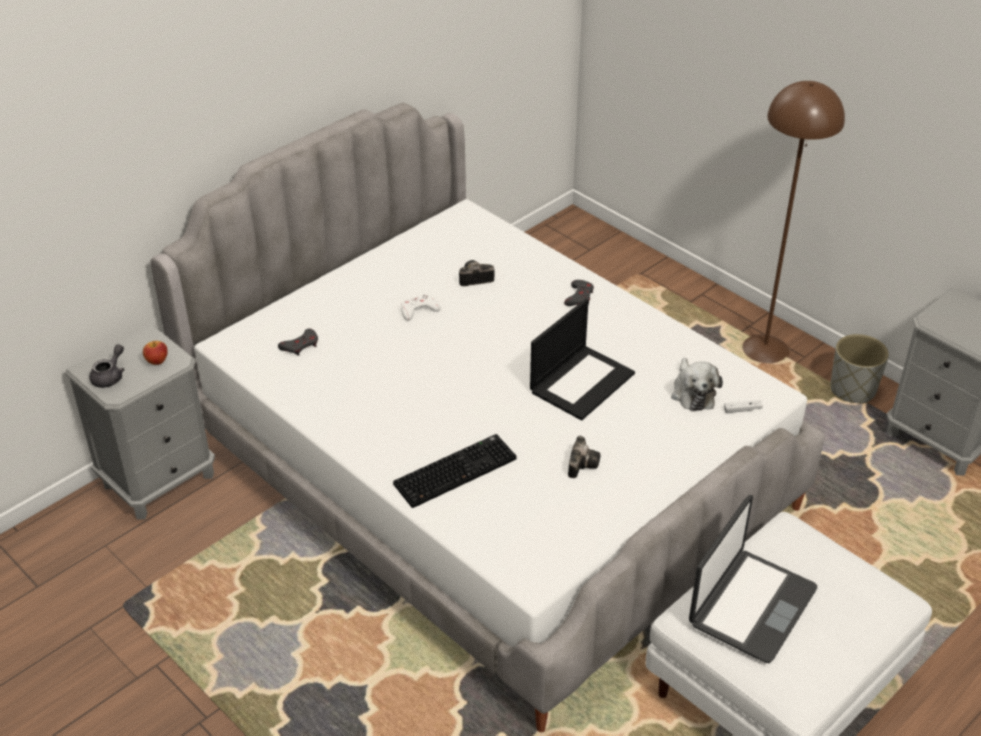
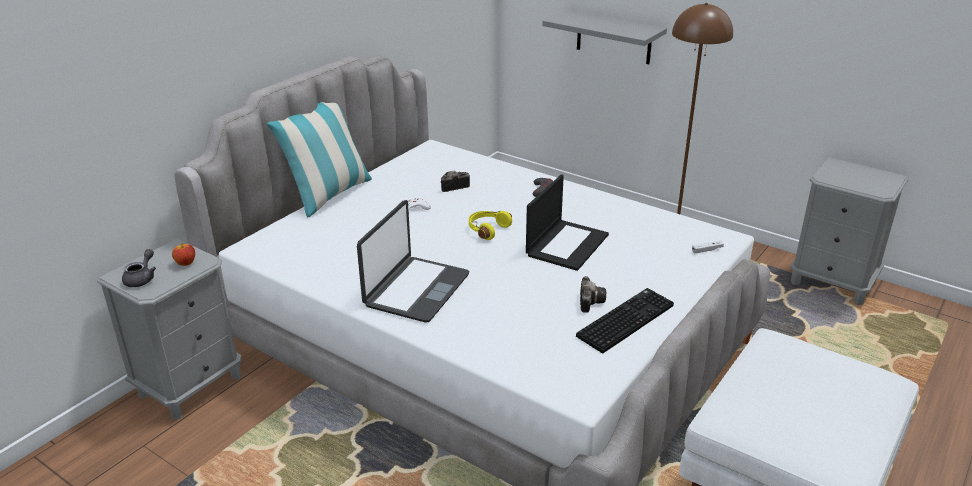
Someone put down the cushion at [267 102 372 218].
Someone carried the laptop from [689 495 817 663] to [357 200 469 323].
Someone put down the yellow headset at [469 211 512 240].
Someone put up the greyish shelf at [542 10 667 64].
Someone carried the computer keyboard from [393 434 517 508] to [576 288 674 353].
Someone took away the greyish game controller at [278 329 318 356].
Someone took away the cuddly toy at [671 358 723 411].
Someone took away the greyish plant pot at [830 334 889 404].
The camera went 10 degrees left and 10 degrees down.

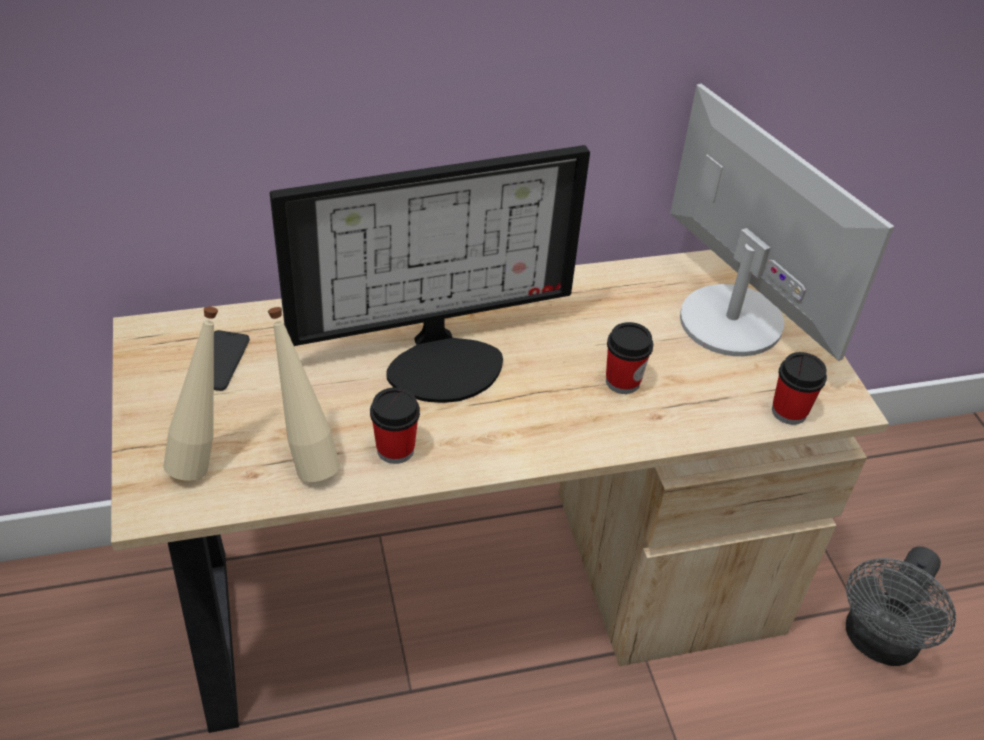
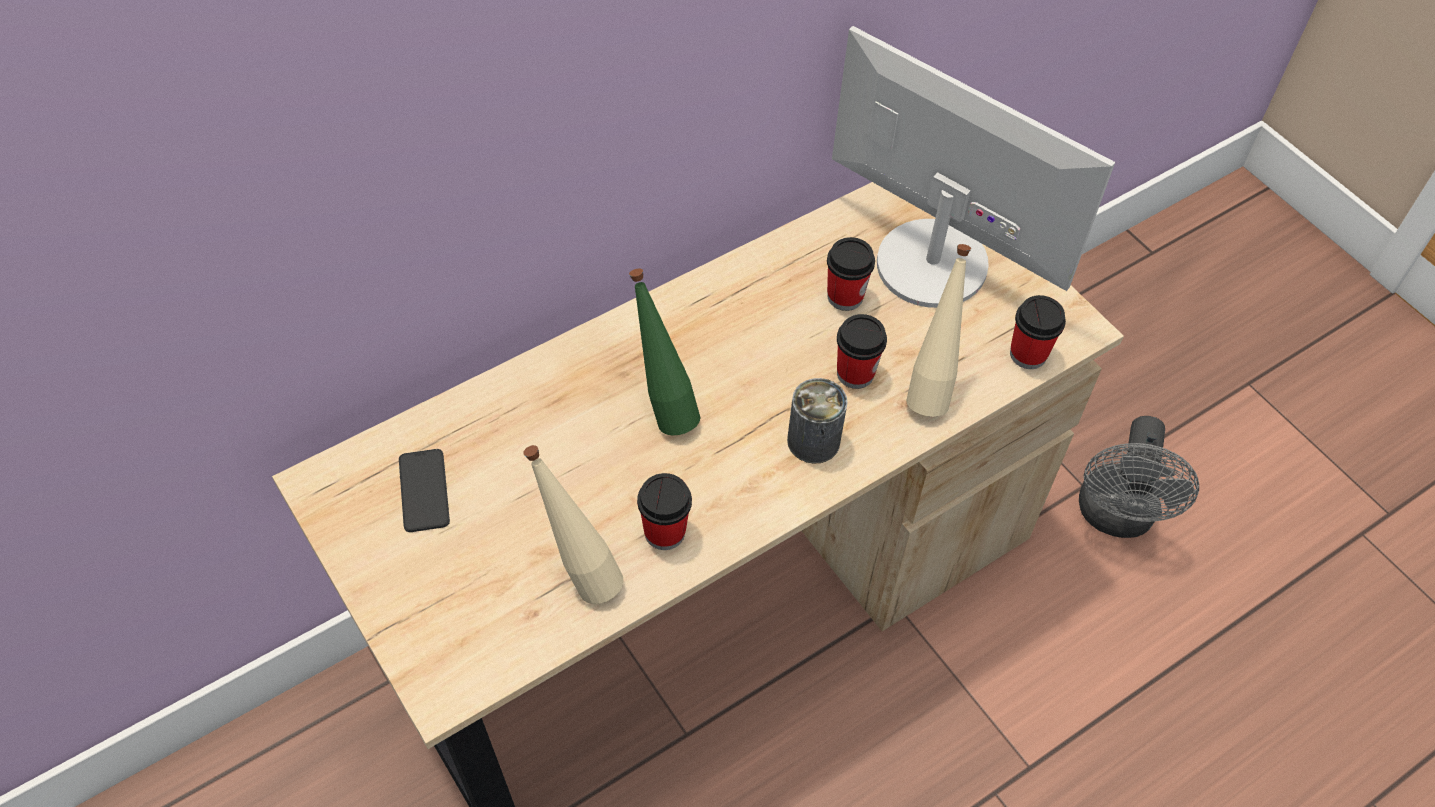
Someone swapped the computer display at [270 145 590 403] for the green beverage bottle at [629 268 701 435].
Someone put down the sealed can at [787 378 848 464].
Someone put down the drinking cup at [827 237 875 311].
Someone carried the beige-coloured beverage bottle from [163 306 218 481] to [906 244 971 417].
The camera went 20 degrees left and 10 degrees up.

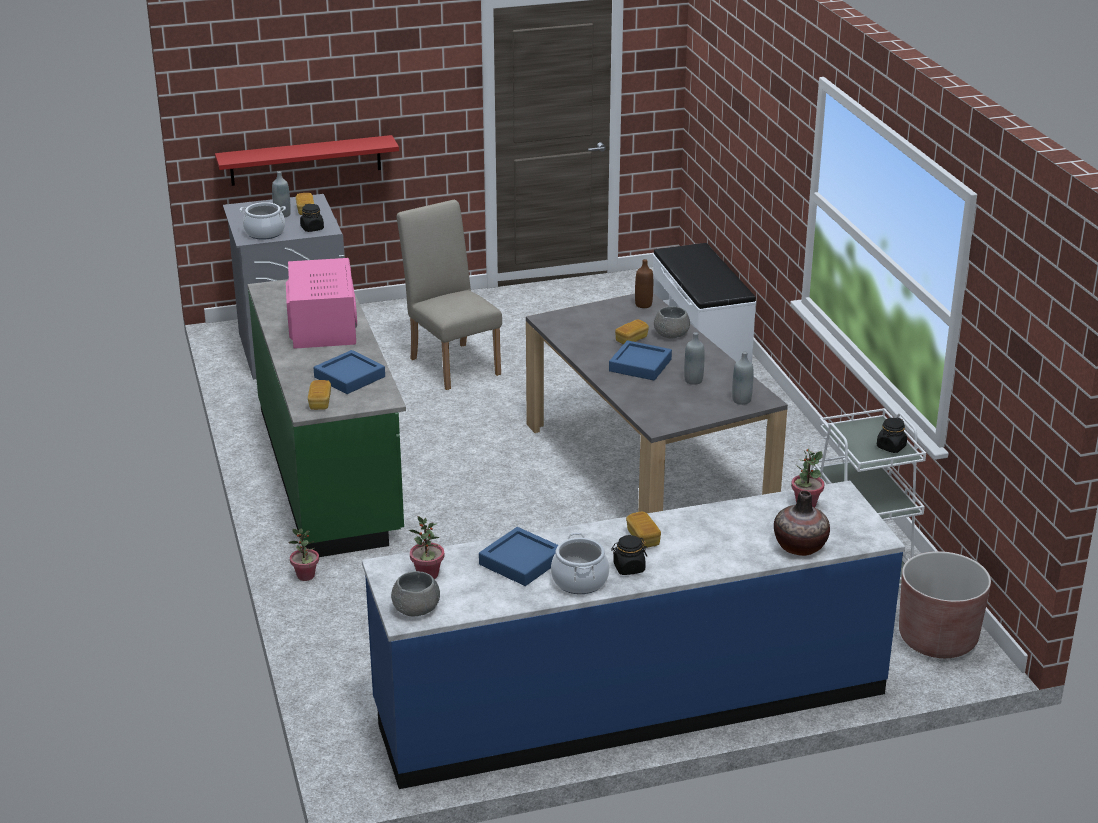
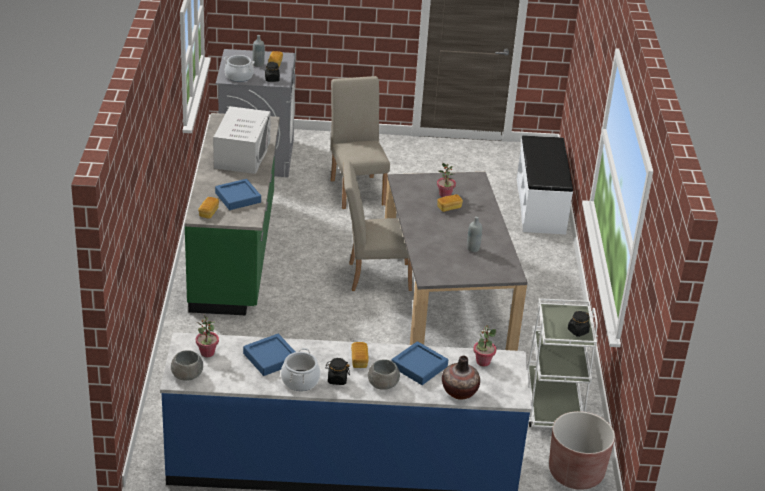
Someone repainted the pink kitchen microwave at [286 258 357 349], which became the white-coloured kitchen microwave at [213 106 271 174].
Someone put down the beige-coloured plain chair at [342 161 412 291].
Someone carried the greyish deep dish from [654 306 690 339] to [368 360 400 390].
Someone carried the blue serving tray from [609 340 672 380] to [391 341 448 385].
Someone carried the plant in a pot from [289 529 319 581] to [437 163 456 197].
Someone took away the red-coloured shelf at [215 135 399 186].
Someone took away the brownish beverage bottle at [635 259 653 308].
Someone took away the greyish beverage bottle at [732 351 754 405].
The camera went 15 degrees right and 5 degrees up.

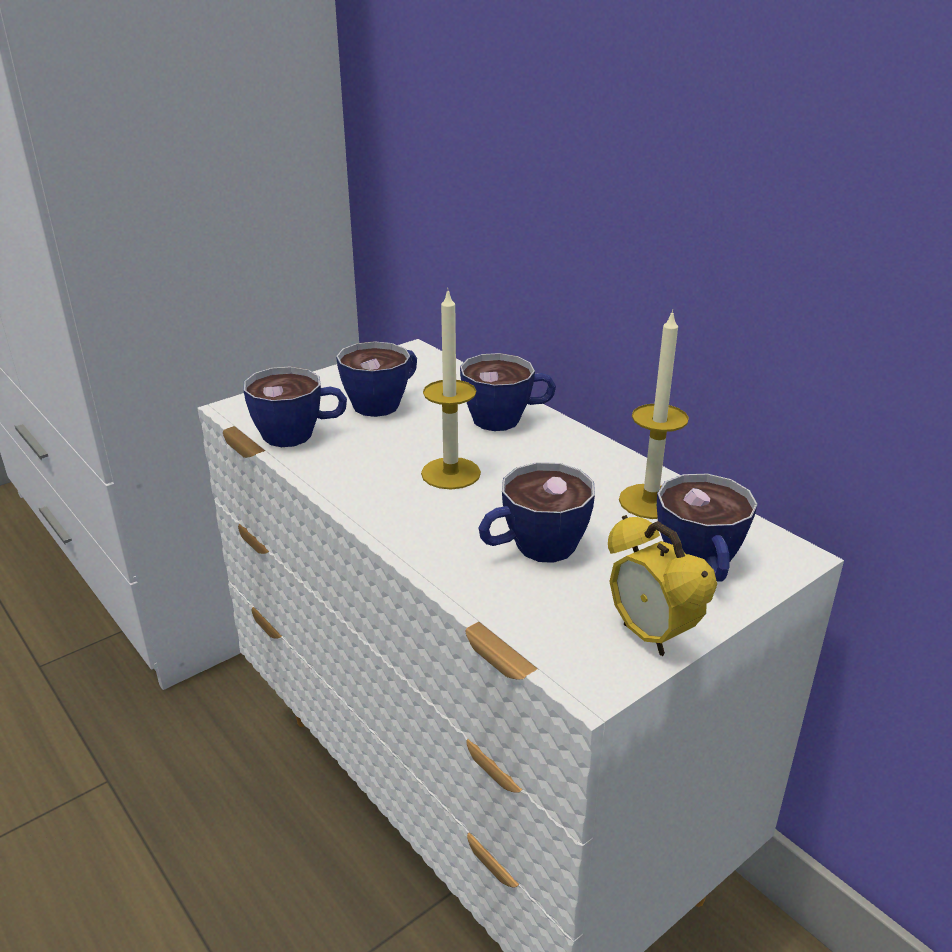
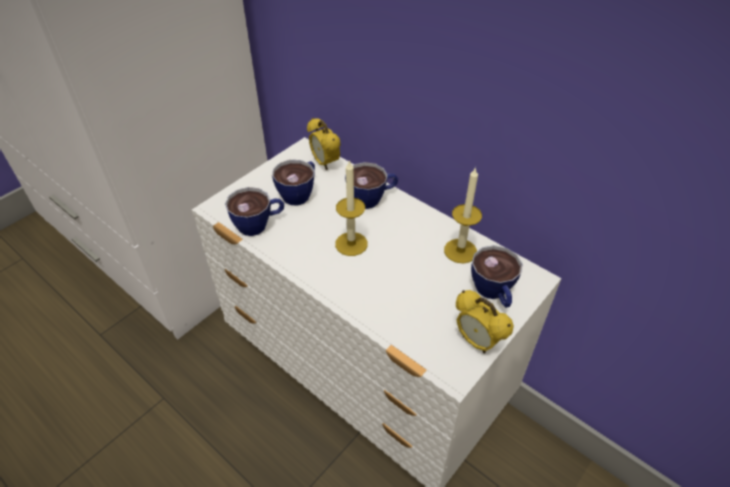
Someone put down the alarm clock at [307 118 341 170].
Someone took away the drinking cup at [478 462 595 563].
The camera went 10 degrees left and 15 degrees up.

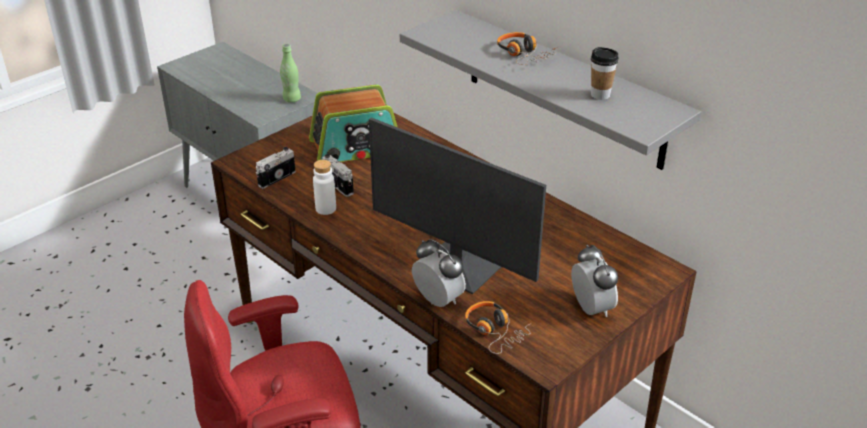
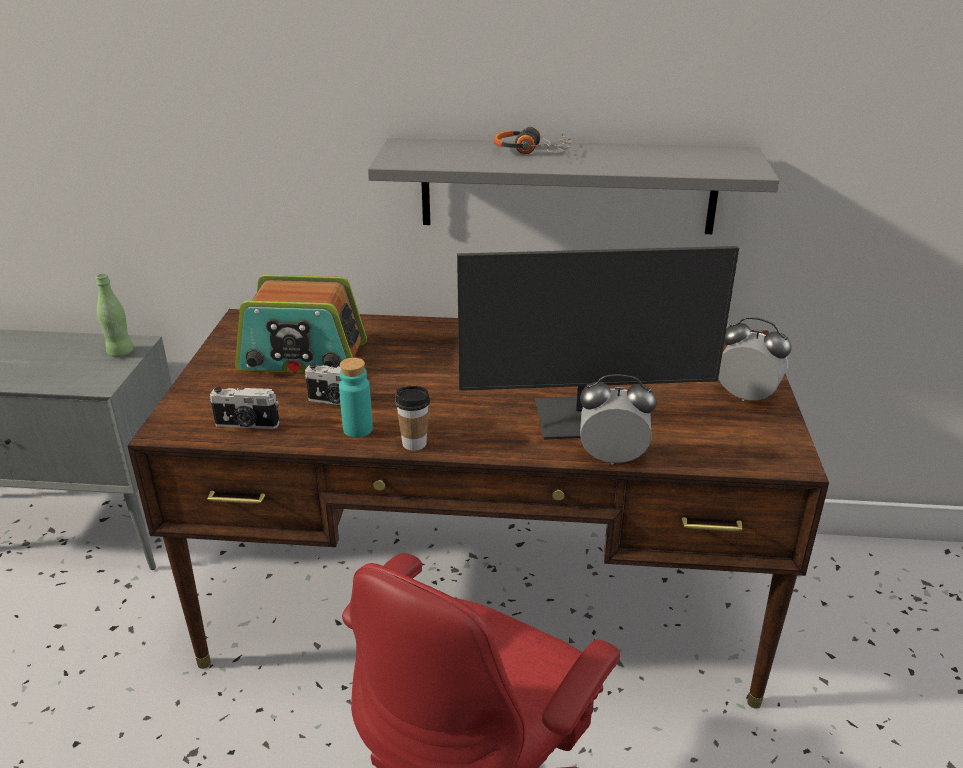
Someone rotated the photo camera at [256 147 296 189] by 90 degrees counterclockwise.
Someone rotated the radio receiver at [309 85 397 162] by 60 degrees clockwise.
Someone repainted the white-coloured beverage bottle at [313 160 336 215], which became the turquoise beverage bottle at [339 358 373 438].
Someone carried the drinking cup from [591 47 619 100] to [395 386 430 451].
Someone took away the headset at [465 301 532 354].
The camera went 40 degrees left and 5 degrees down.

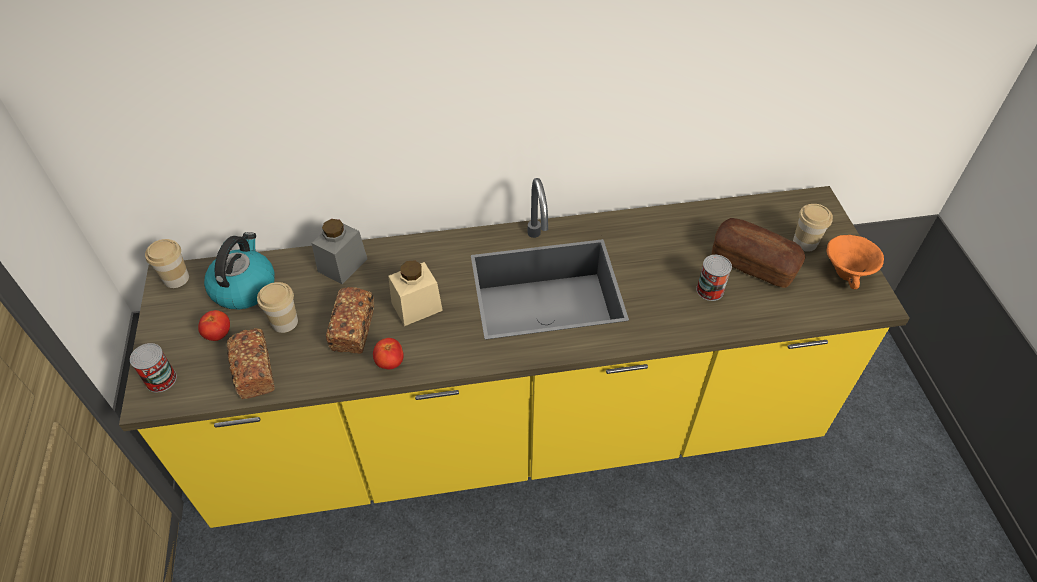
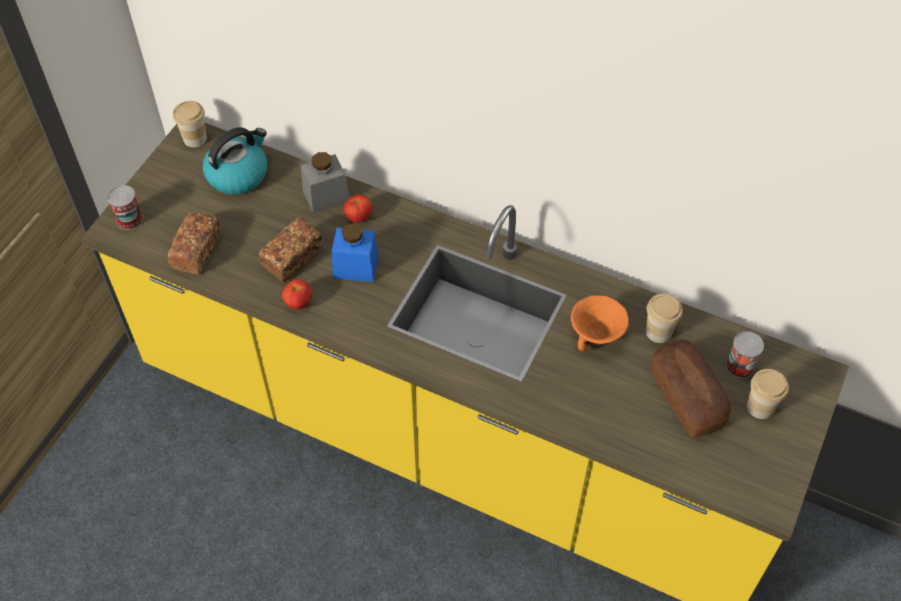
Someone repainted the beige-coloured preserve jar at [388 260 443 326], which became the blue preserve jar at [331 223 379 282].
Someone carried the tomato from [198 310 230 341] to [343 194 372 223].
Someone carried the orange-coloured deep dish from [826 235 884 289] to [571 295 629 351].
Someone carried the drinking cup from [257 282 298 333] to [646 294 683 343].
Someone carried the sealed can from [696 255 732 301] to [726 331 764 378].
The camera went 35 degrees right and 5 degrees up.

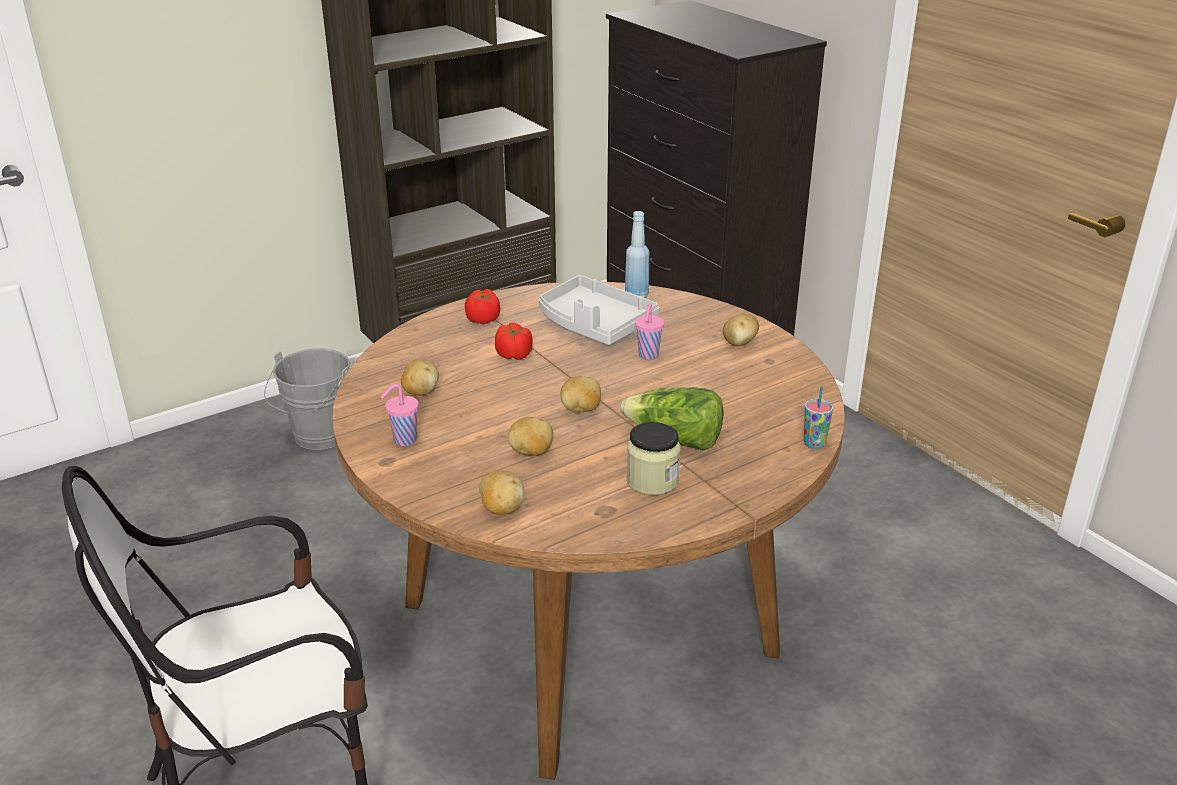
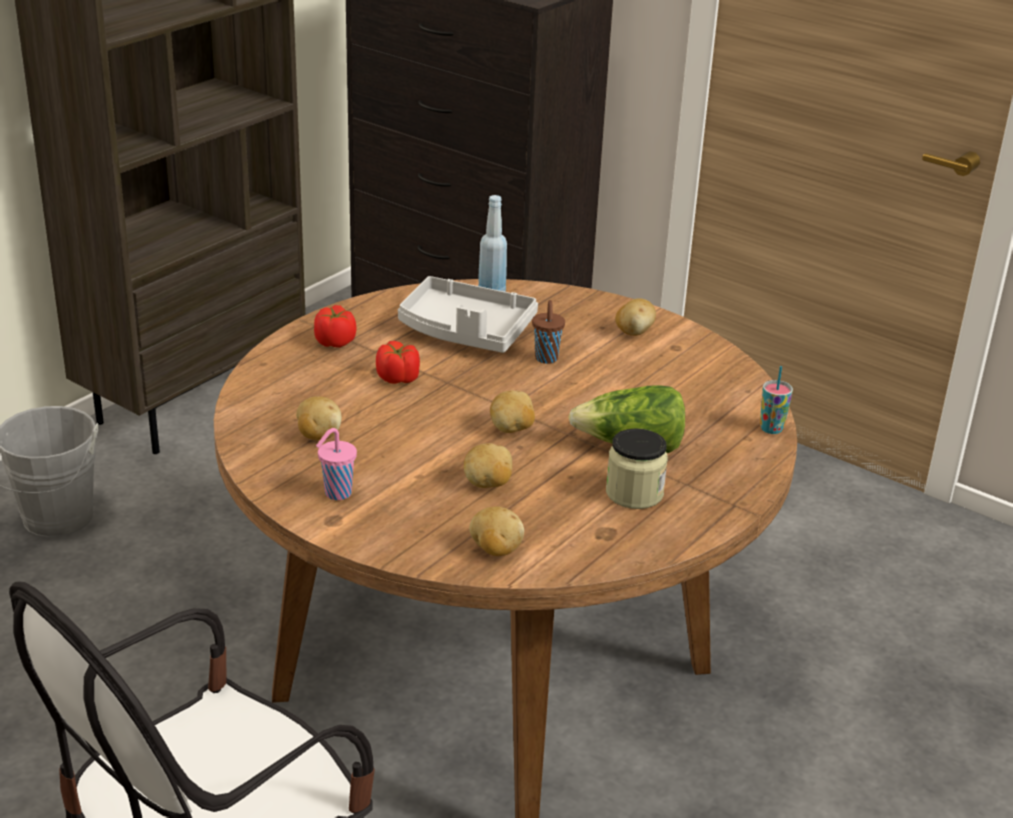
Someone repainted the pink drinking cup at [635 304 664 360], which became the brownish drinking cup at [532 300 565 364].
The camera went 20 degrees left and 0 degrees up.

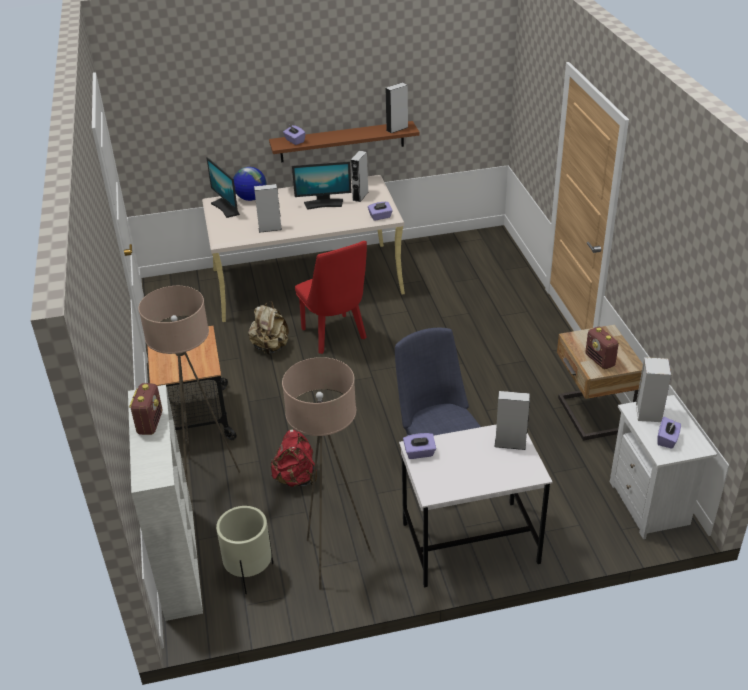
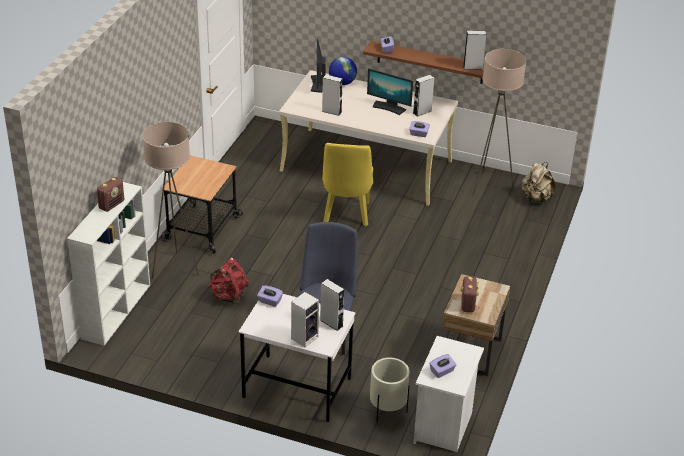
Someone carried the speaker from [636 357 671 422] to [291 292 319 347].
Someone repainted the red-coloured plain chair at [295 241 367 354], which became the yellow plain chair at [322 143 373 226].
Someone carried the beige-coloured plant pot from [216 506 273 594] to [370 358 410 422].
Someone carried the beige-coloured floor lamp from [282 357 371 590] to [472 49 526 195].
Someone carried the beige-coloured knapsack from [248 301 289 355] to [522 162 556 203].
The camera went 30 degrees right and 0 degrees up.

